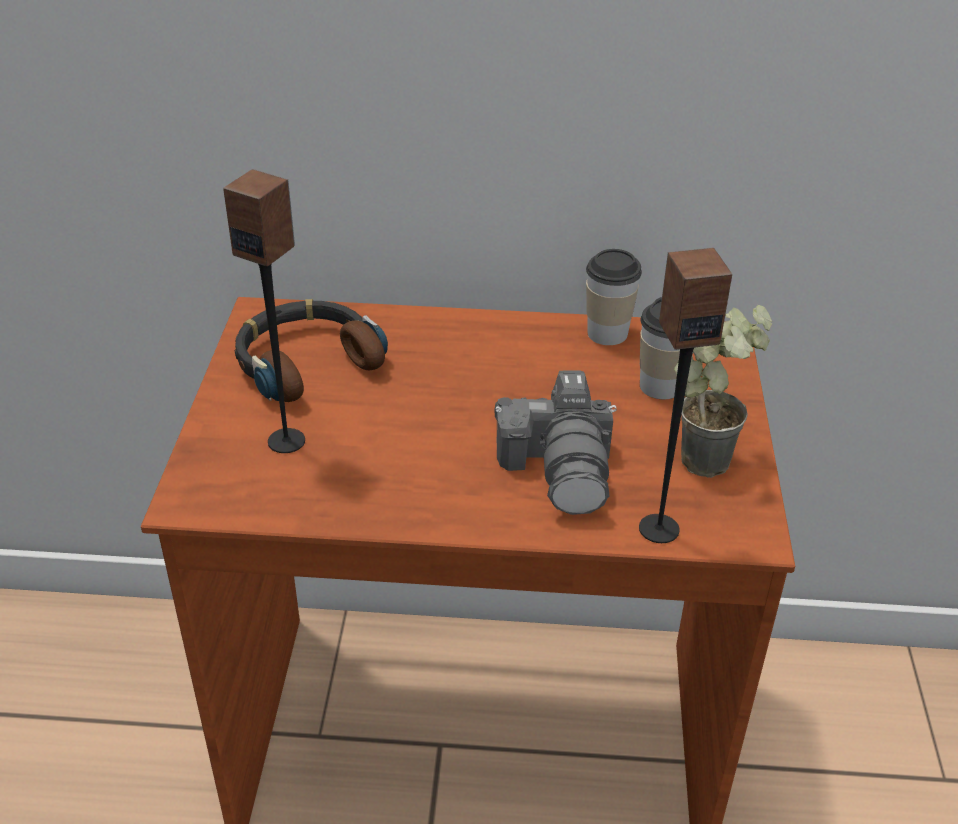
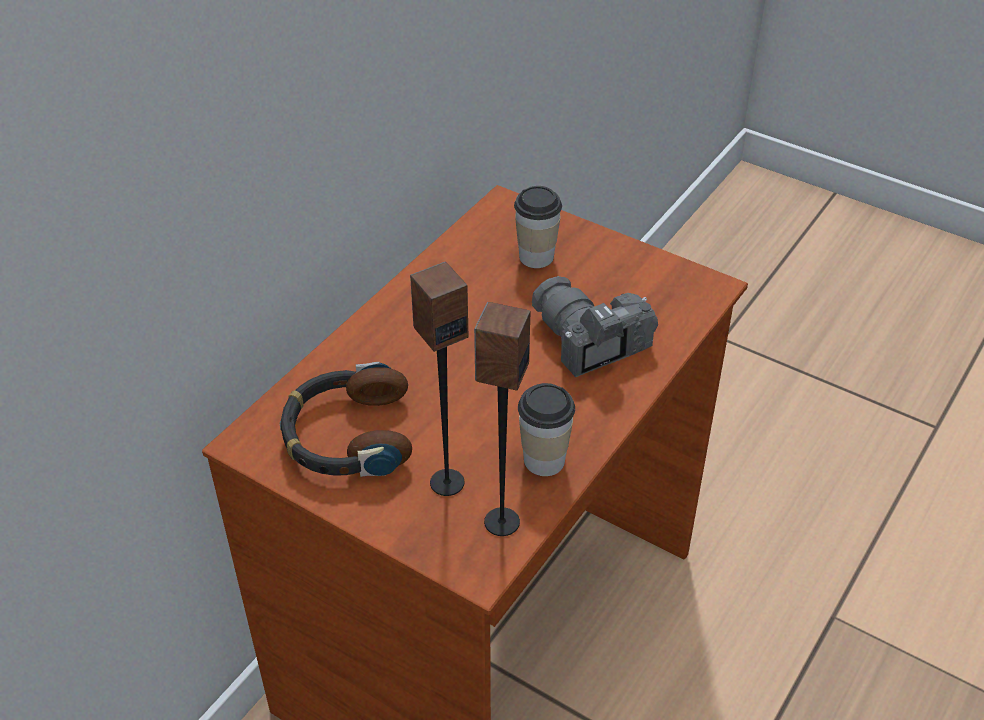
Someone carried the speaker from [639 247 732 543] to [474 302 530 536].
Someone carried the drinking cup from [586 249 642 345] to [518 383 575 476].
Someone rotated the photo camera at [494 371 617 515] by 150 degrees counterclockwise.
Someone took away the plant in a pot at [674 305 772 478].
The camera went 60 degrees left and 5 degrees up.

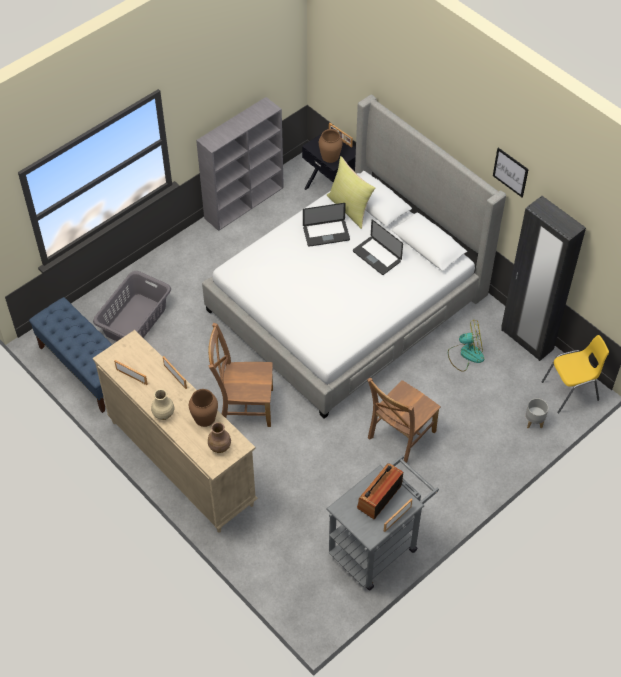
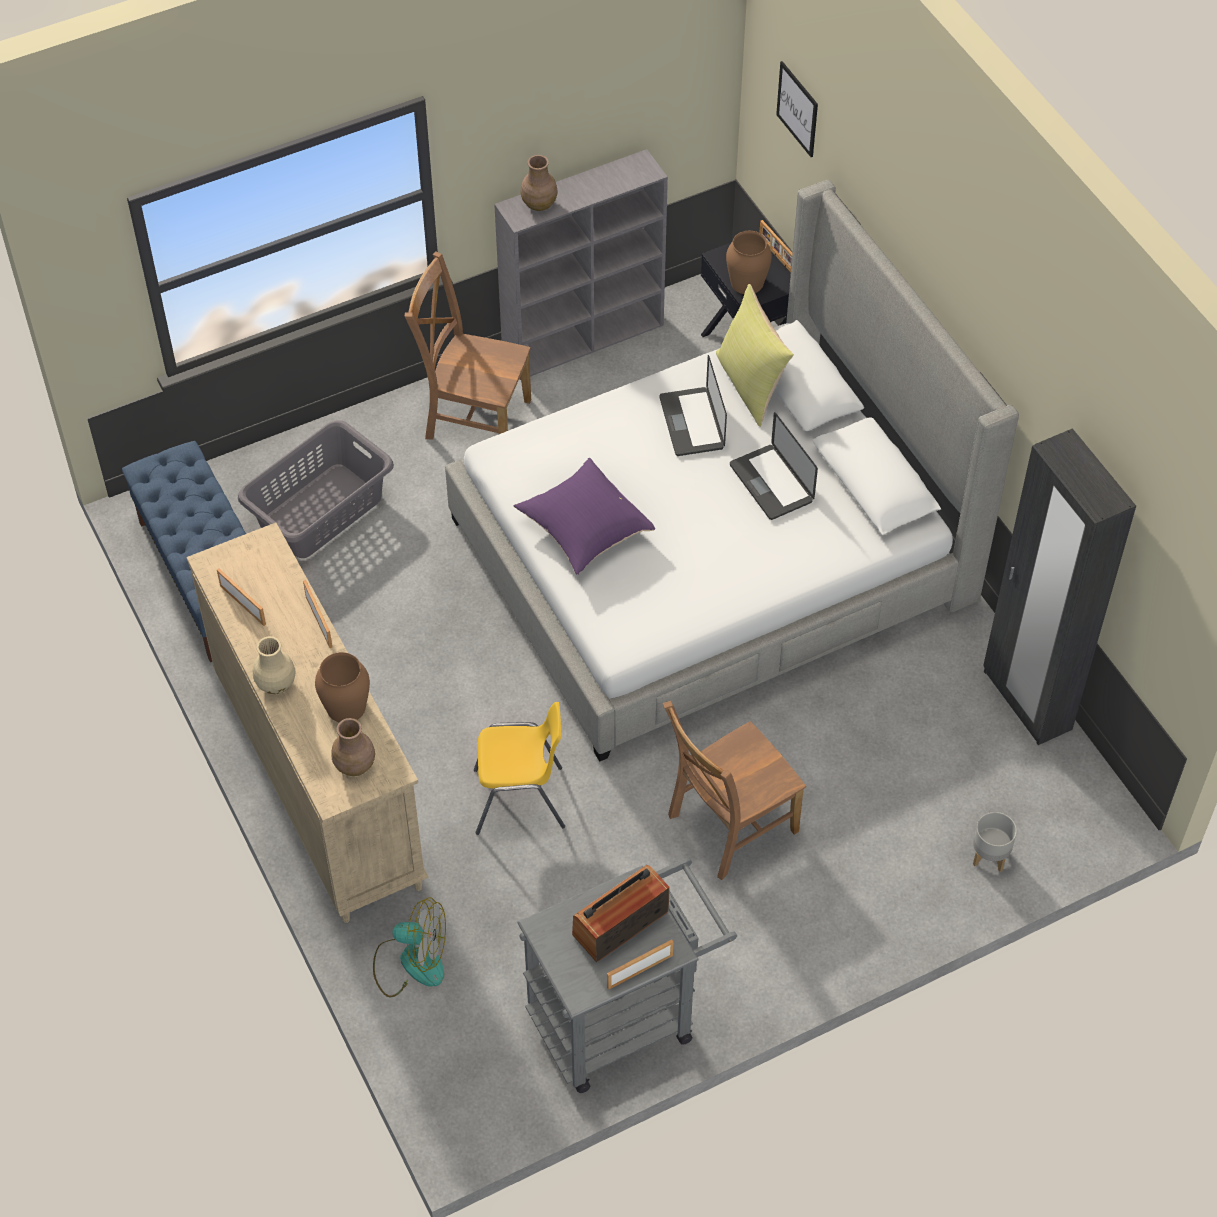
Someone carried the fan from [448 319 484 372] to [373 897 446 997].
Someone carried the brownish plain chair from [208 323 273 427] to [405 251 531 439].
Someone carried the yellow plain chair from [542 335 609 413] to [474 702 565 835].
Someone put down the purple cushion at [514 458 655 575].
Someone put down the brownish flower vase at [521 155 558 211].
Someone rotated the laptop at [303 203 350 247] by 75 degrees clockwise.
Someone carried the picture from [493 148 529 197] to [776 61 818 157].
The camera went 15 degrees right and 0 degrees up.

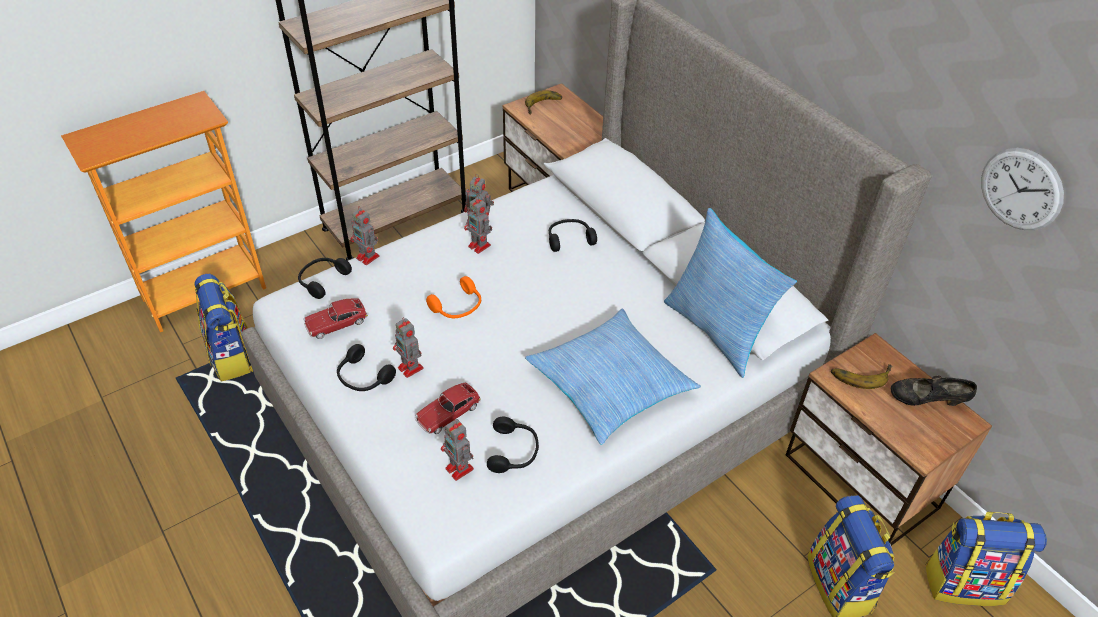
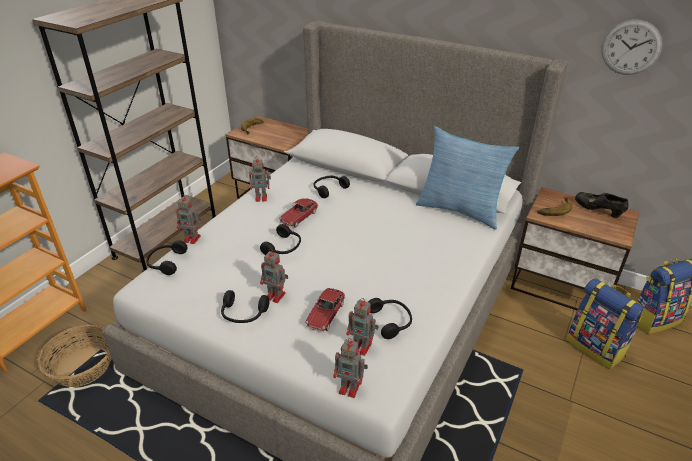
Someone swapped the knapsack at [194 274 253 382] for the household basket at [37 325 112 387].
Someone repainted the orange-coloured headset at [426 276 481 318], which became the black headset at [260 224 301 255].
Someone carried the model car from [303 298 368 339] to [279 198 318 228].
Someone carried the model robot from [464 195 492 254] to [333 338 368 398].
Someone rotated the black item of footwear at [891 375 977 406] by 60 degrees clockwise.
Someone took away the cushion at [525 309 701 445].
The camera went 25 degrees left and 10 degrees down.

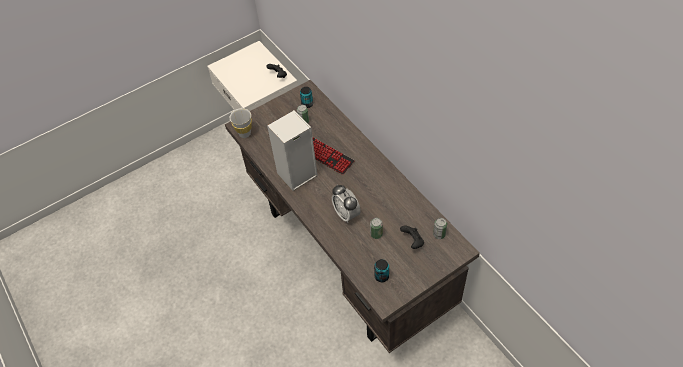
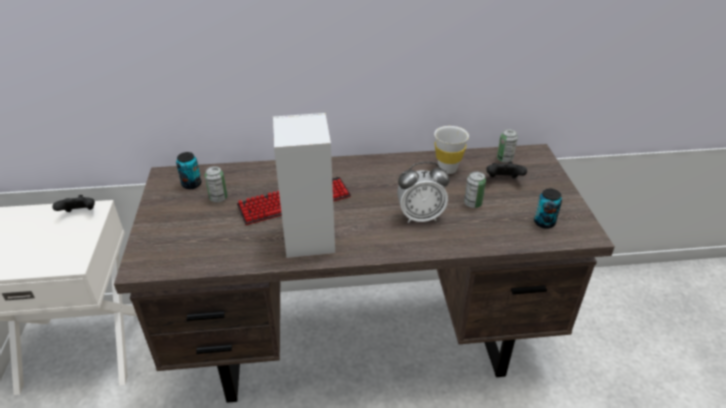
Someone carried the white-coloured drinking cup from [230 108 252 138] to [434 126 469 174].
The camera went 65 degrees left and 15 degrees down.

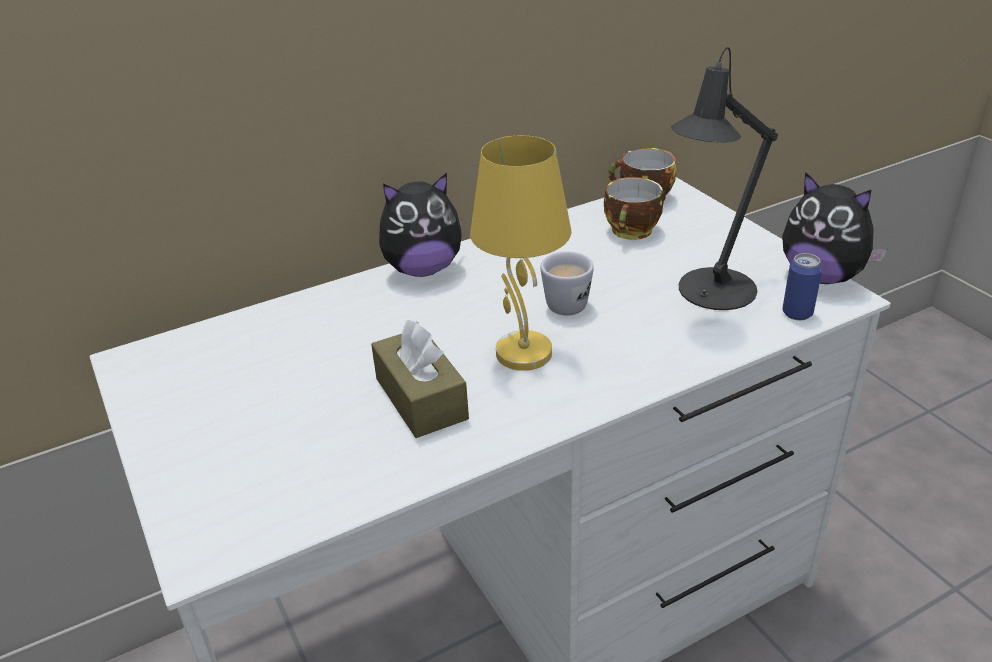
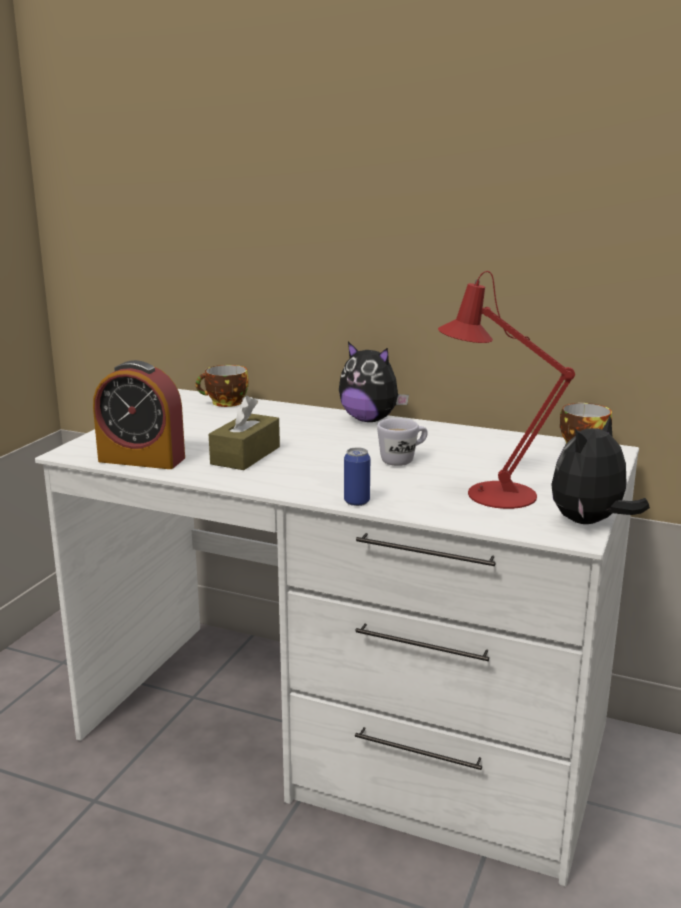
Someone put down the alarm clock at [93 360 185 469].
Someone carried the drinking cup from [604 177 663 240] to [196 365 249 407].
Someone carried the sealed can from [782 253 822 320] to [344 447 370 506].
Someone repainted the black lamp for a table at [671 47 778 310], which became the red-coloured lamp for a table at [438 271 575 509].
Someone rotated the cuddly toy at [782 172 887 284] by 45 degrees clockwise.
Someone took away the yellow lamp for a table at [470 135 571 371].
The camera went 50 degrees right and 15 degrees down.

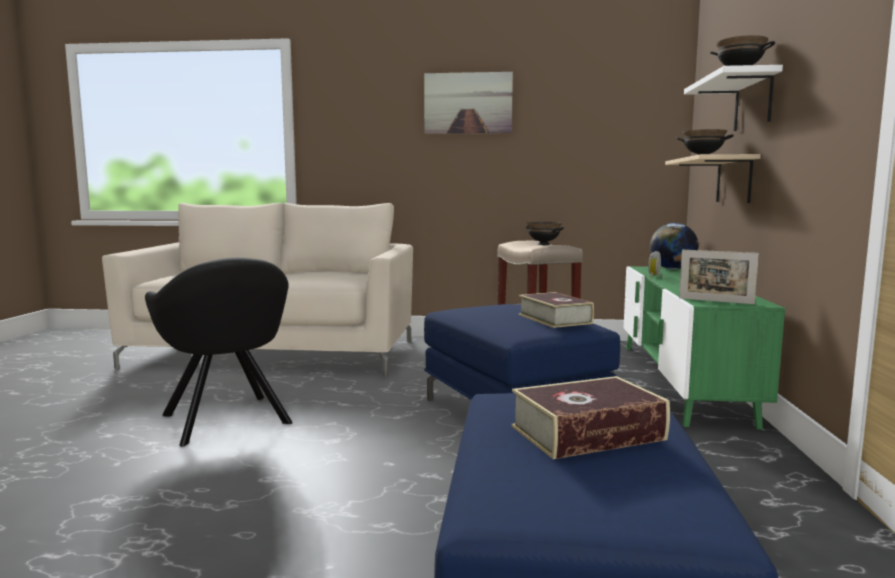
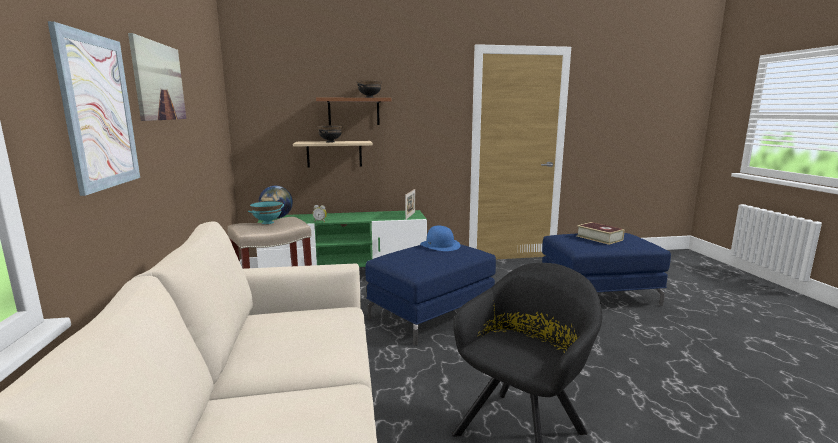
Someone put up the picture at [48 21 140 196].
Someone repainted the black deep dish at [525 222 564 245], which became the turquoise deep dish at [248 201 284 224].
Someone repainted the white-coloured shelf at [684 65 783 131], which became the brownish shelf at [316 97 392 125].
Someone swapped the book at [518 292 594 328] for the blue clothing hat at [420 226 461 251].
The camera went 105 degrees left and 5 degrees up.

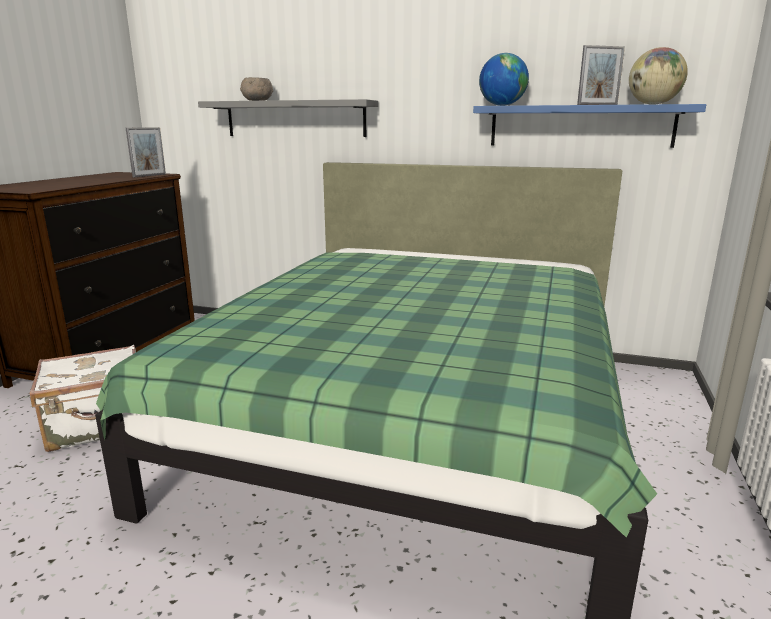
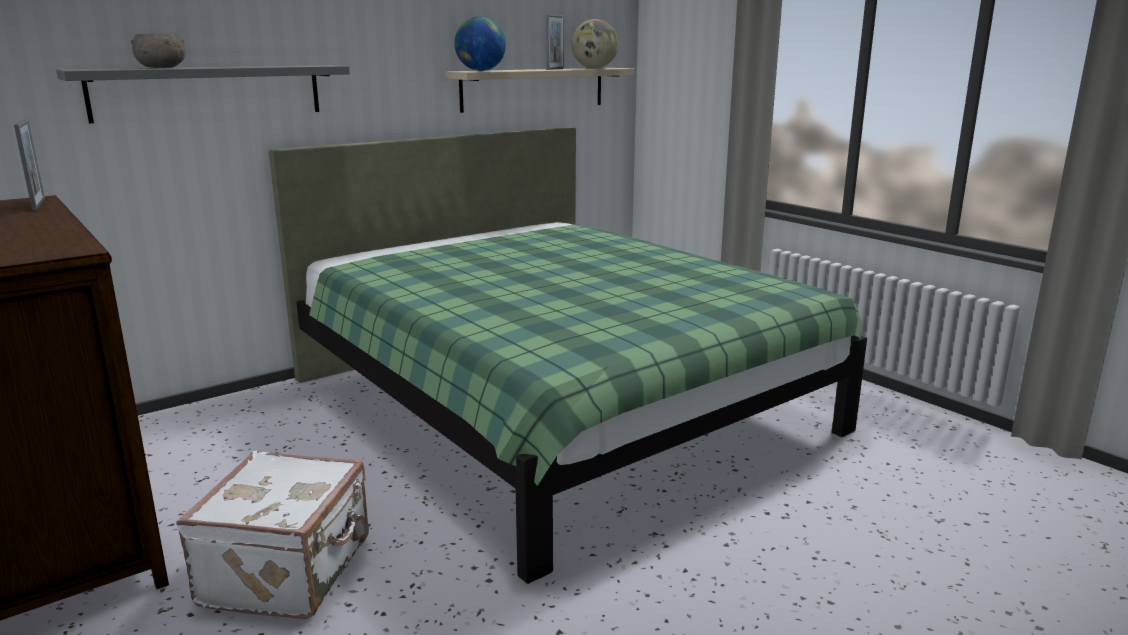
Someone repainted the blue shelf at [473 104 706 148], which became the beige-coloured shelf at [445 68 635 113].
The camera went 55 degrees left and 0 degrees up.

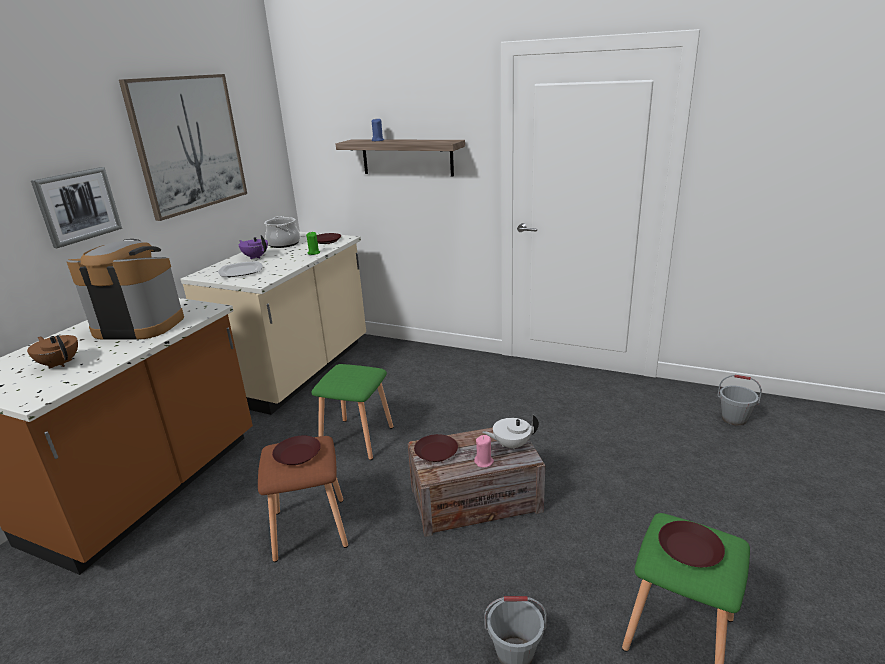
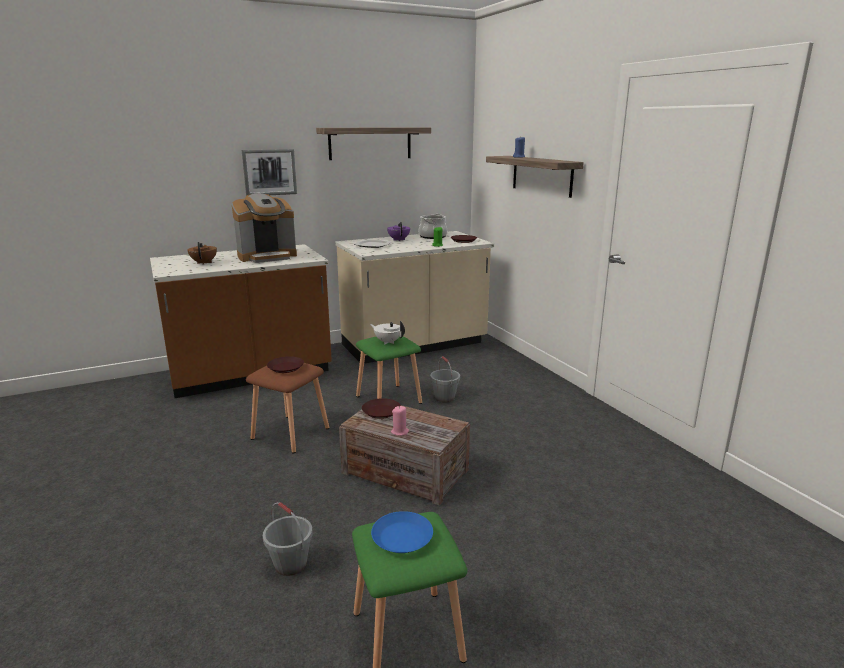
Someone rotated the coffee maker at [66 239 184 340] by 105 degrees clockwise.
Someone swapped the picture at [119 74 247 221] for the shelf at [316 127 431 160].
Someone carried the white-coloured pot for tea from [483 414 539 451] to [370 321 405 344].
Someone repainted the brownish plate at [658 521 725 567], which became the blue plate at [371 511 433 553].
Someone carried the greyish water bucket from [717 375 762 426] to [430 356 460 403].
The camera went 40 degrees right and 5 degrees down.

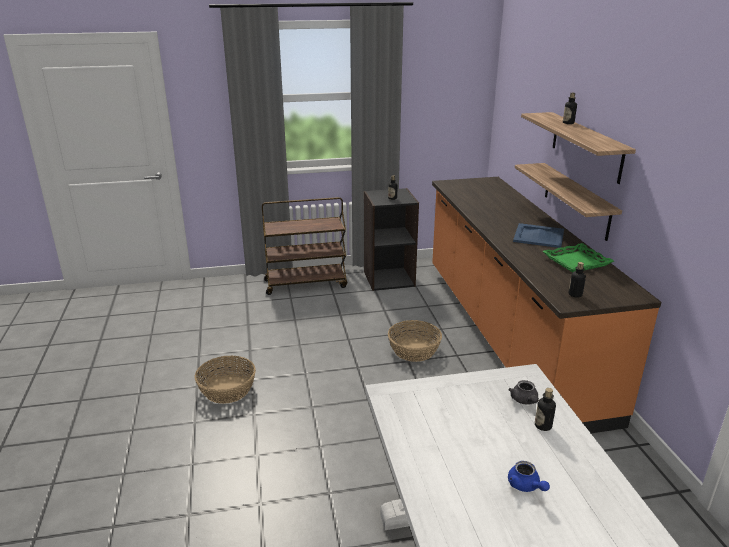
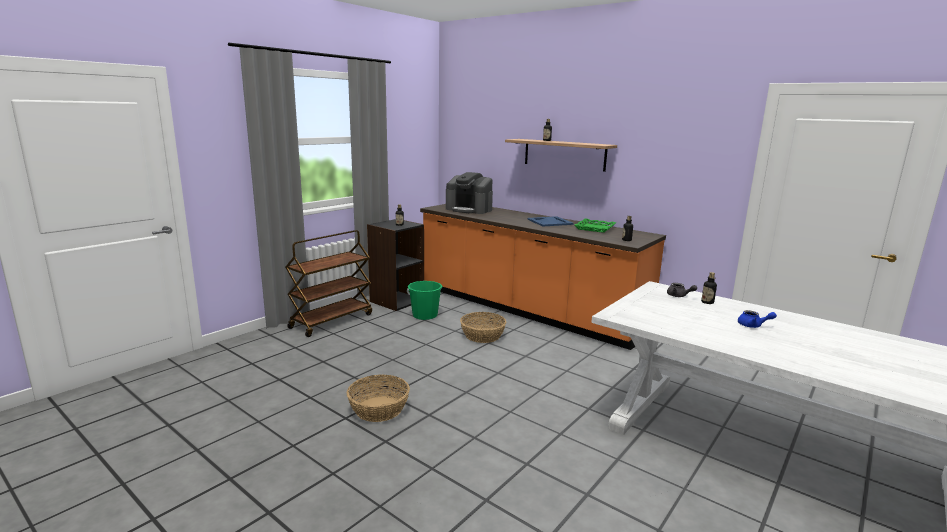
Someone put down the green water bucket at [407 281 442 320].
Someone put down the coffee maker at [446 172 493 214].
Someone took away the shelf at [515 163 622 241].
The camera went 40 degrees left and 10 degrees down.

